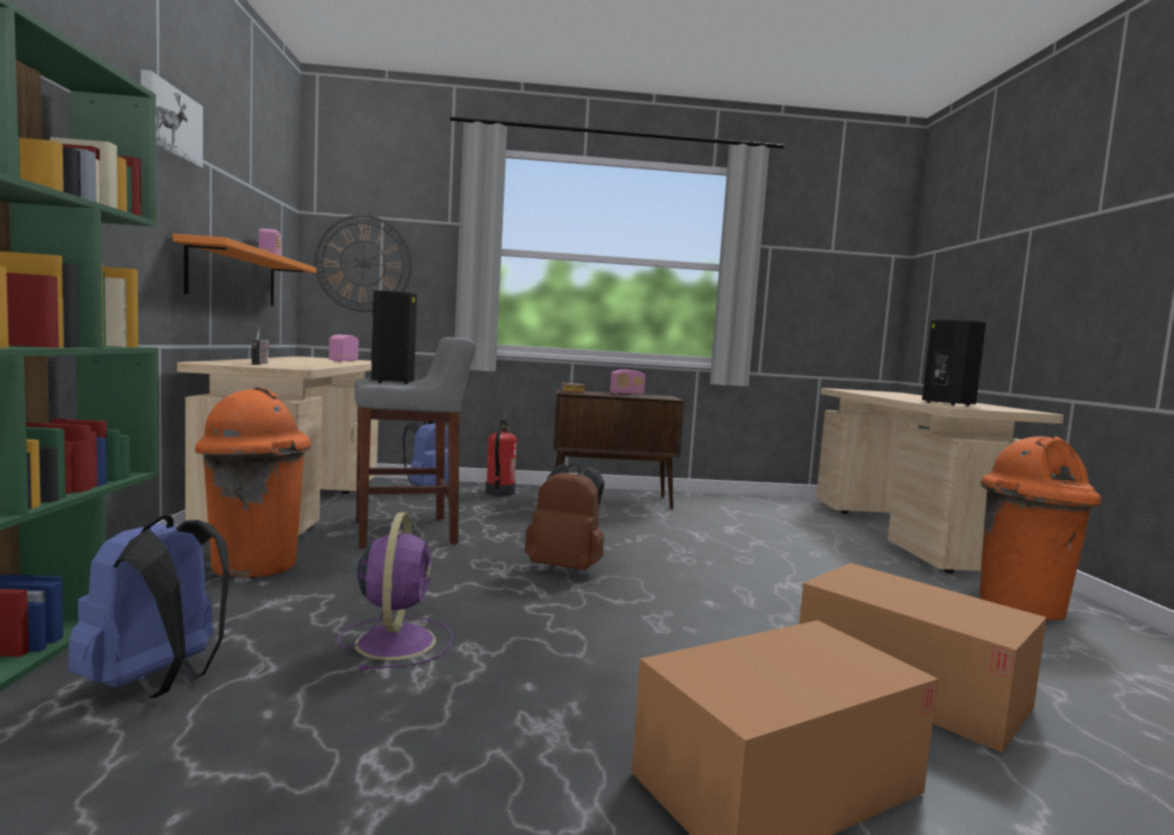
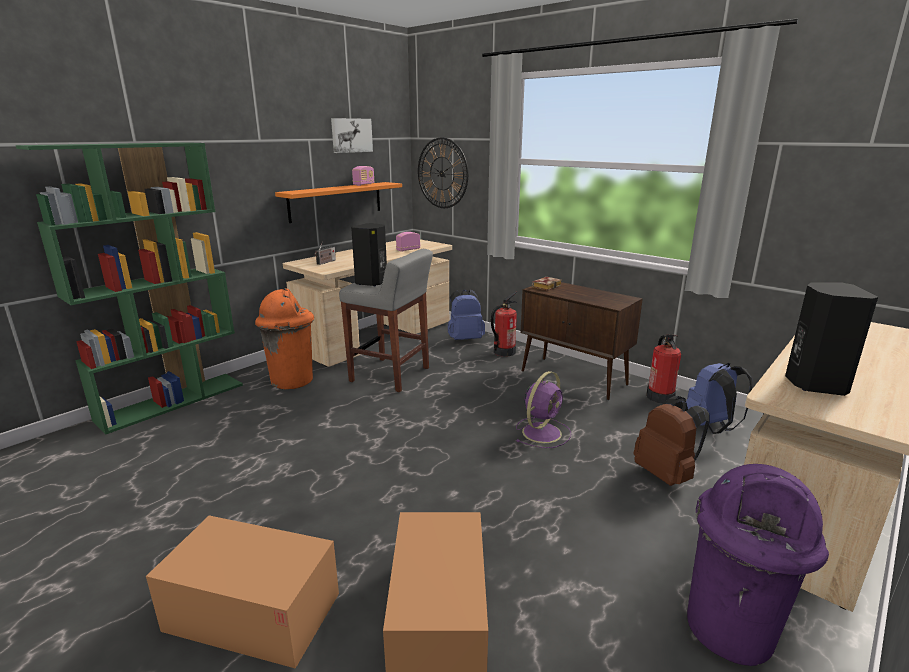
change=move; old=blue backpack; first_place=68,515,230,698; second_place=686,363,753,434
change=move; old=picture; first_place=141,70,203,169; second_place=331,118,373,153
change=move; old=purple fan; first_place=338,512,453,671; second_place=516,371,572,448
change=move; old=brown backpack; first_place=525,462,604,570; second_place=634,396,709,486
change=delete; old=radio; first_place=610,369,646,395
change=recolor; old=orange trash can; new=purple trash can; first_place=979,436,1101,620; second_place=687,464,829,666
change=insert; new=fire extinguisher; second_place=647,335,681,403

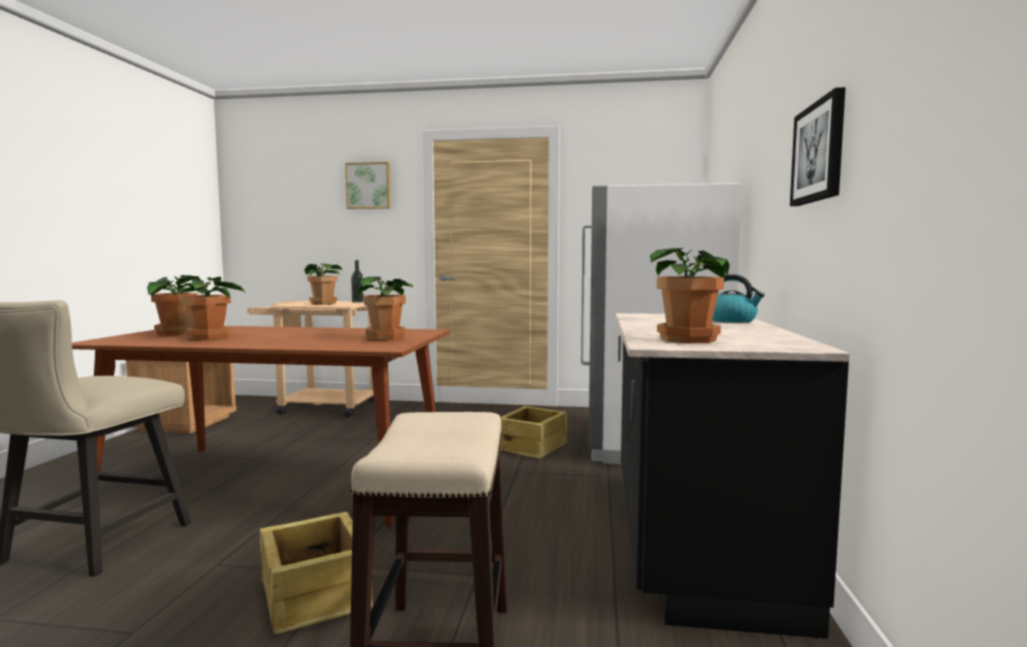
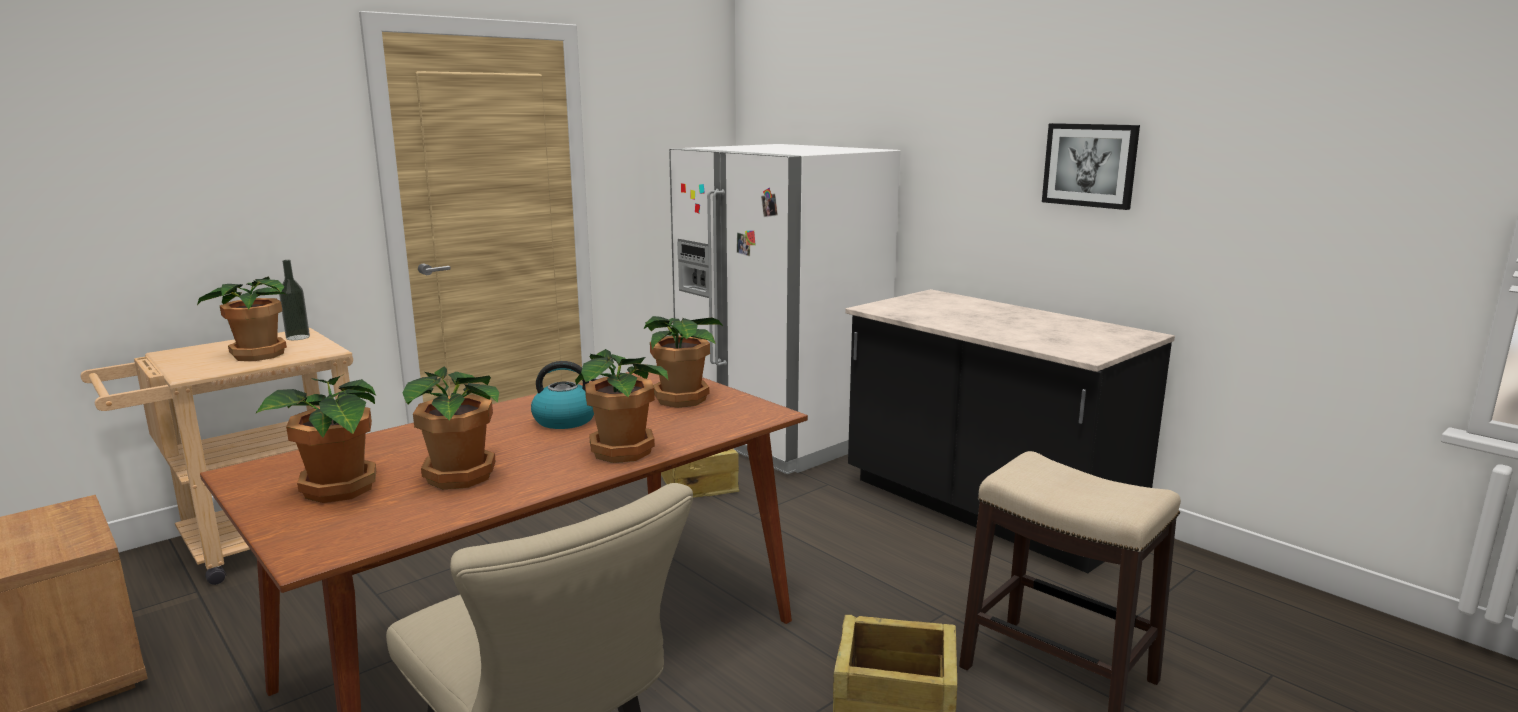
change=delete; old=picture; first_place=345,162,391,209
change=move; old=potted plant; first_place=650,248,730,344; second_place=575,349,668,463
change=move; old=kettle; first_place=712,274,765,323; second_place=531,361,598,429

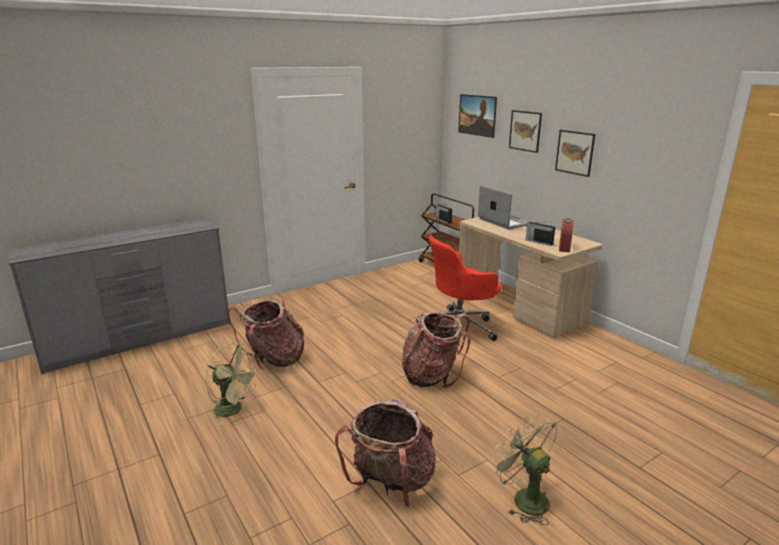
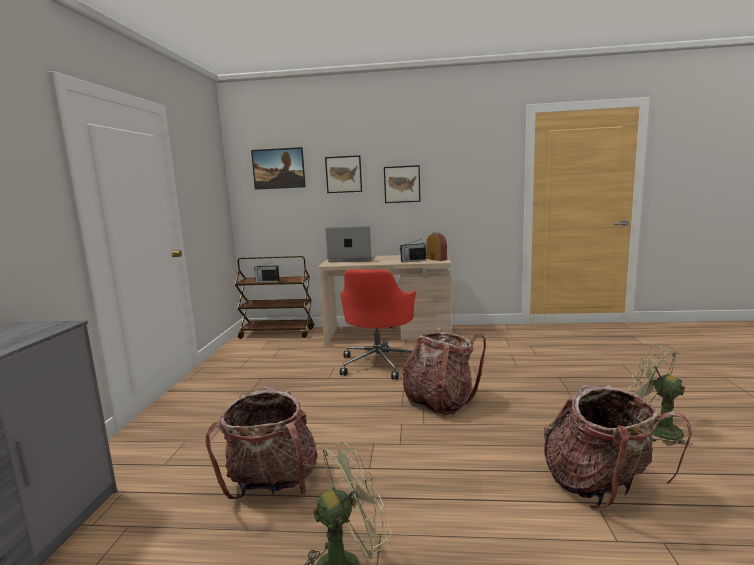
change=rotate; old=green fan; first_place=490,414,558,525; second_place=628,346,693,446; degrees=45

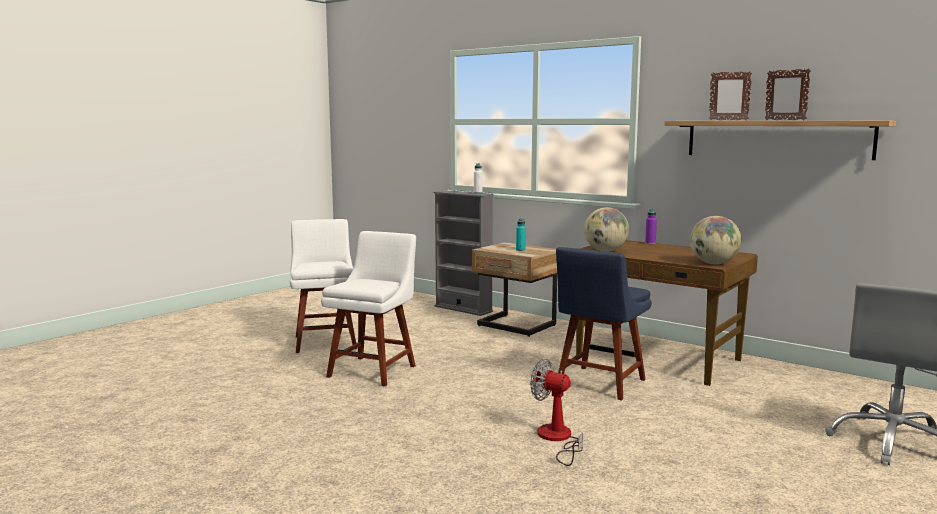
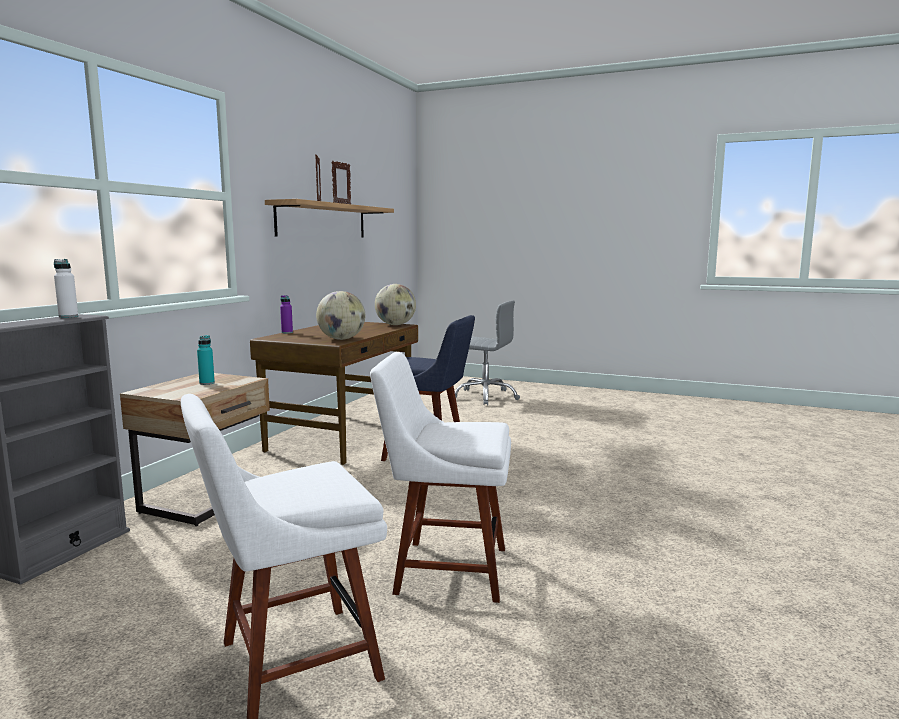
change=delete; old=fan; first_place=531,359,583,466

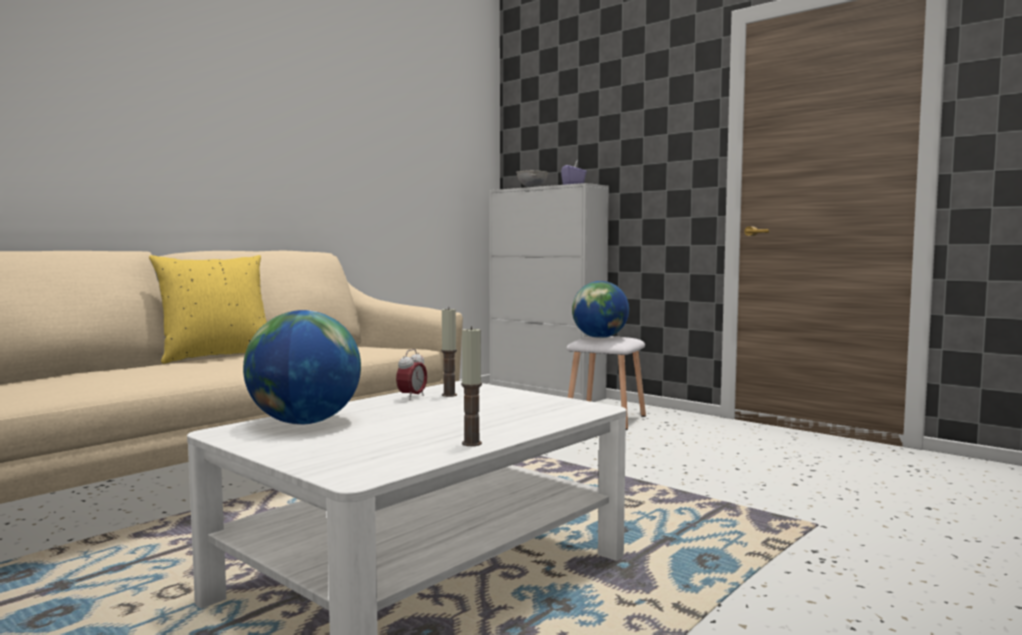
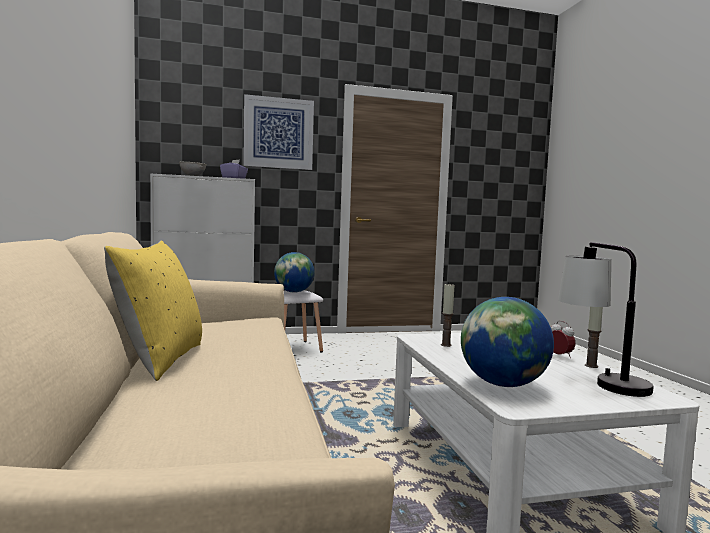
change=move; old=alarm clock; first_place=396,349,427,400; second_place=551,321,575,358
change=insert; new=picture; second_place=243,94,314,170
change=insert; new=table lamp; second_place=558,242,654,397

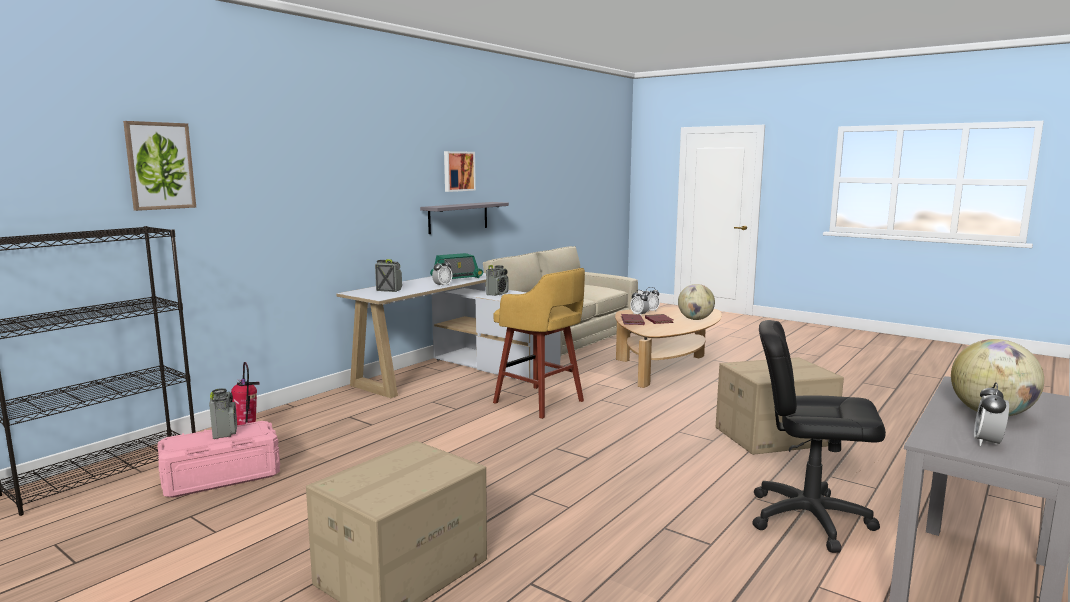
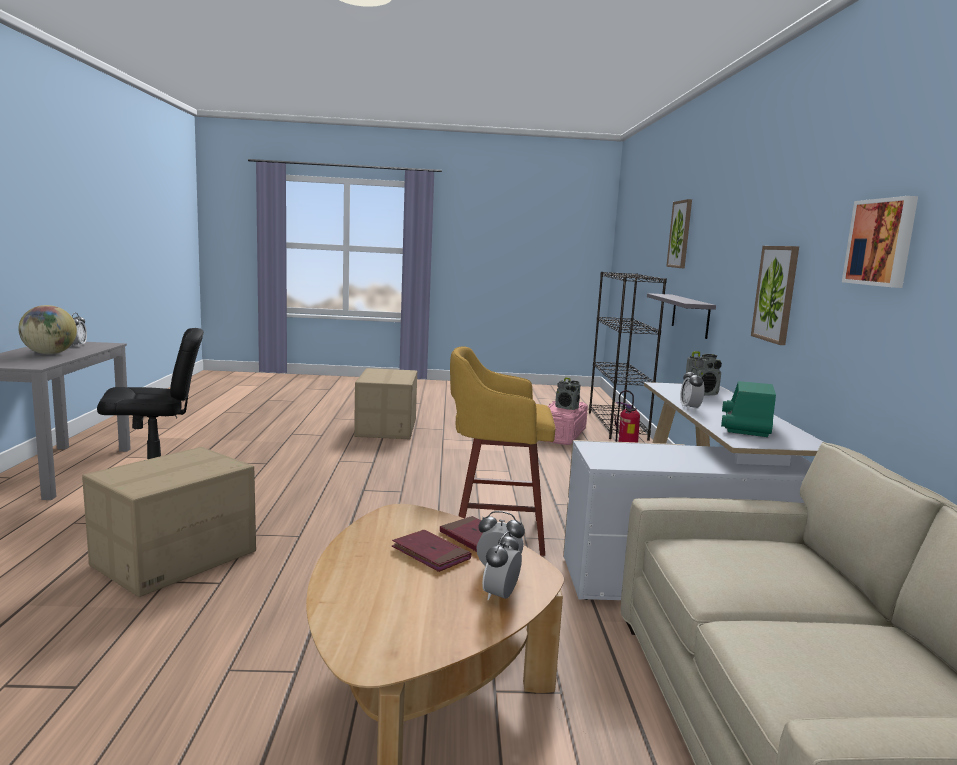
change=move; old=grey shelf; first_place=420,202,509,234; second_place=647,293,716,339
change=delete; old=radio; first_place=486,265,508,296
change=delete; old=globe; first_place=678,284,715,320
change=insert; new=picture; second_place=751,246,799,345

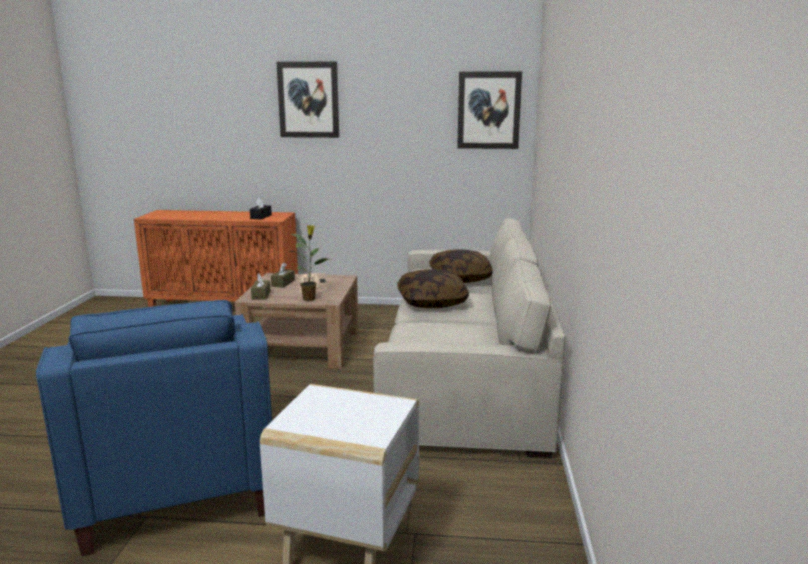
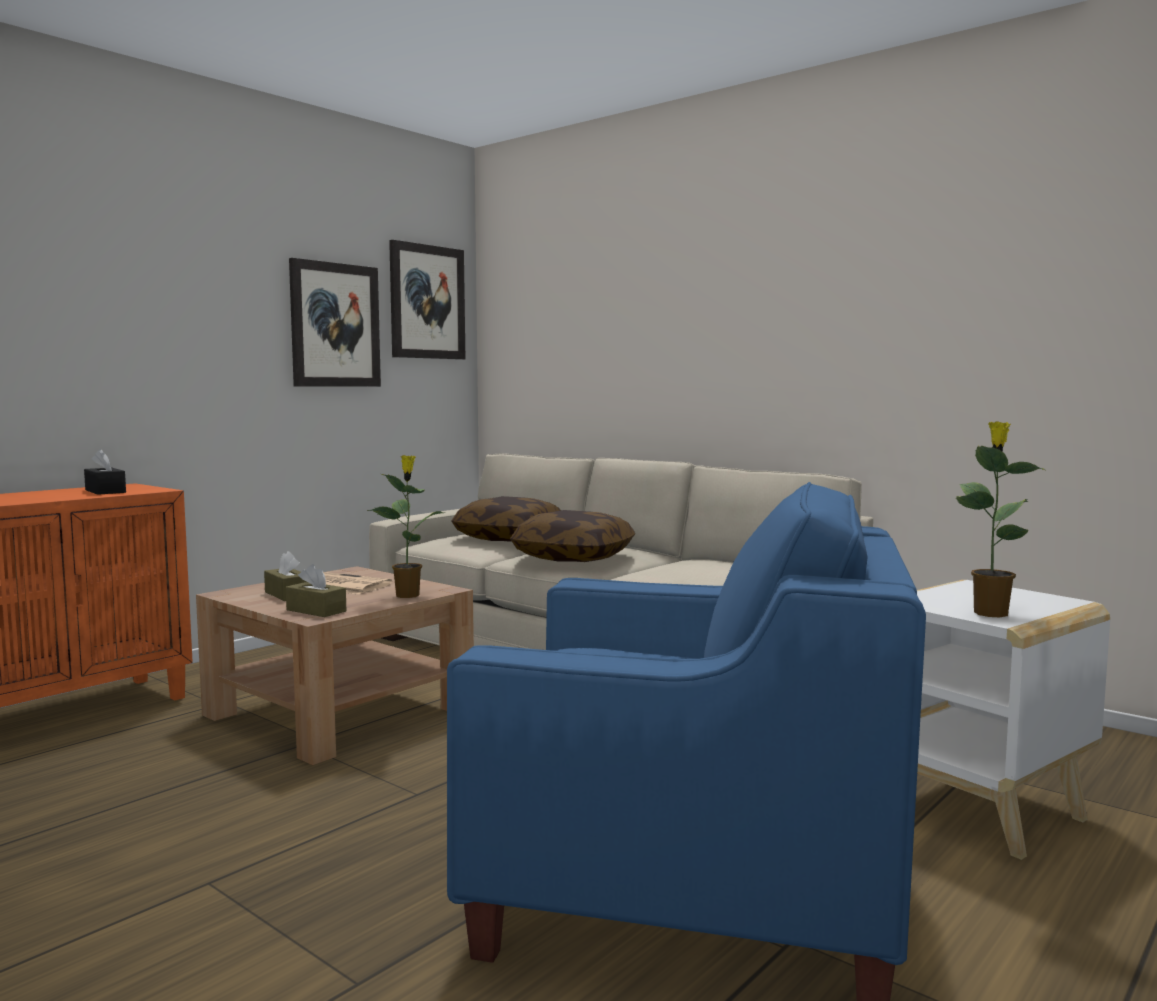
change=move; old=picture; first_place=276,62,339,138; second_place=289,258,381,387
change=insert; new=potted plant; second_place=956,421,1045,618

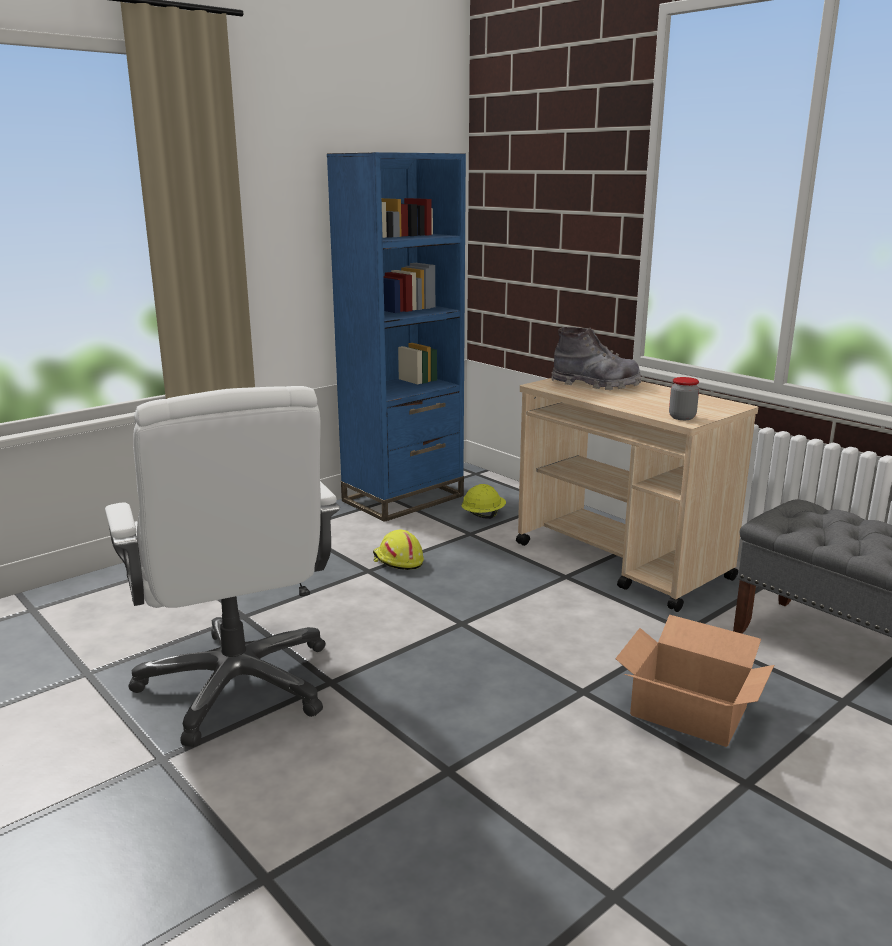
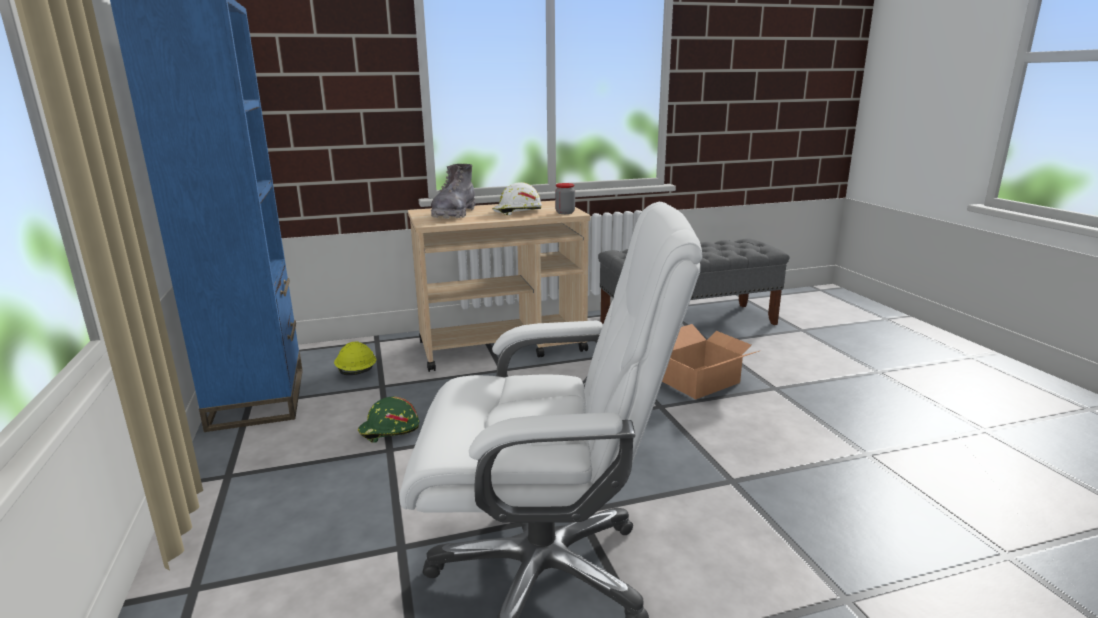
change=recolor; old=yellow hard hat; new=green hard hat; first_place=373,530,424,570; second_place=358,397,419,443
change=rotate; old=grey boot; first_place=551,327,641,390; second_place=431,164,475,219; degrees=150
change=insert; new=white hard hat; second_place=492,182,542,215

